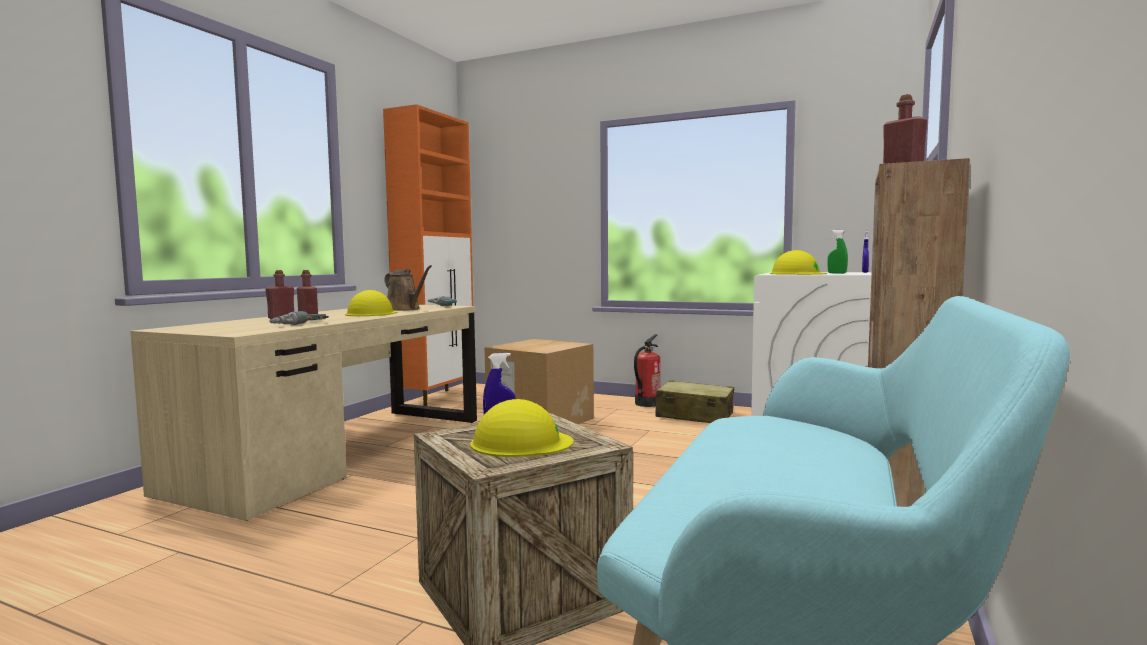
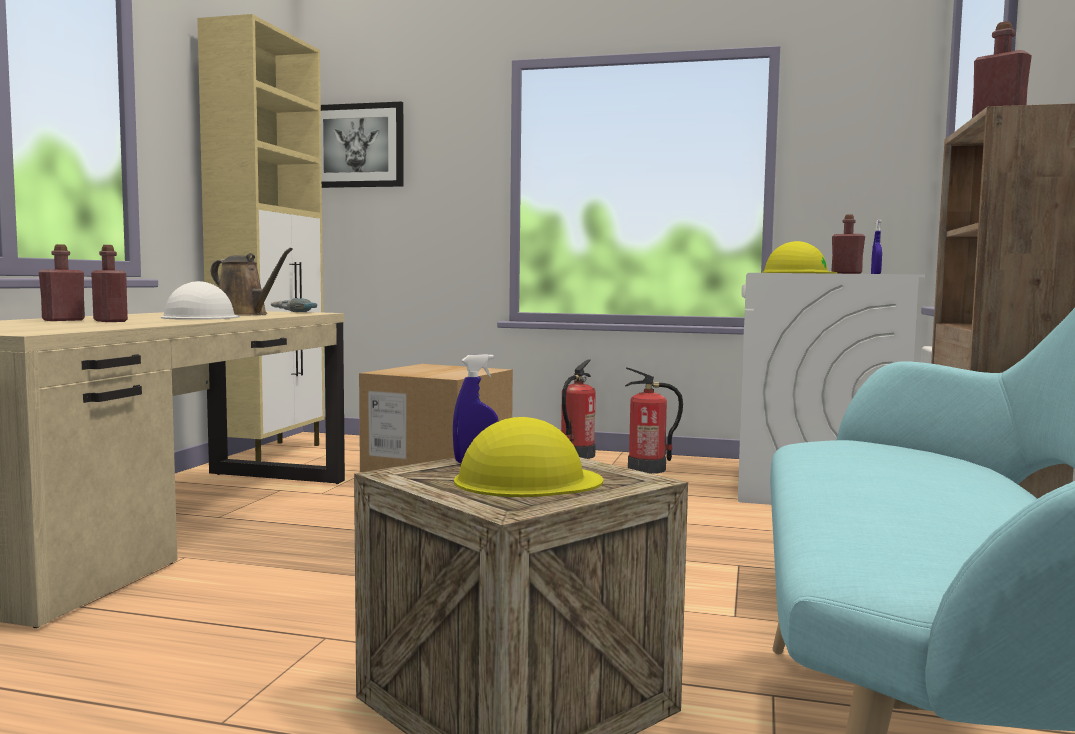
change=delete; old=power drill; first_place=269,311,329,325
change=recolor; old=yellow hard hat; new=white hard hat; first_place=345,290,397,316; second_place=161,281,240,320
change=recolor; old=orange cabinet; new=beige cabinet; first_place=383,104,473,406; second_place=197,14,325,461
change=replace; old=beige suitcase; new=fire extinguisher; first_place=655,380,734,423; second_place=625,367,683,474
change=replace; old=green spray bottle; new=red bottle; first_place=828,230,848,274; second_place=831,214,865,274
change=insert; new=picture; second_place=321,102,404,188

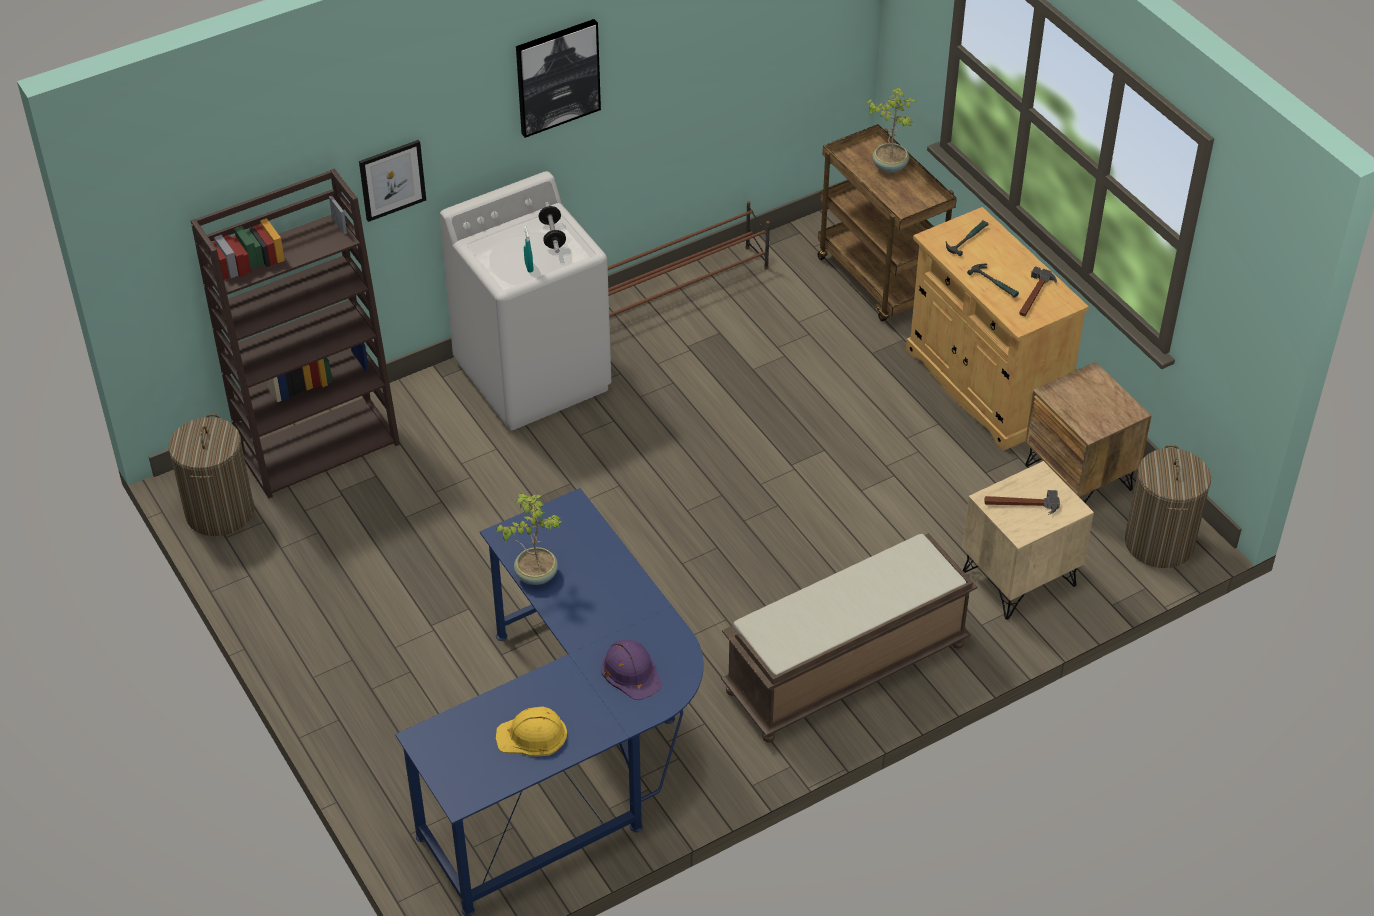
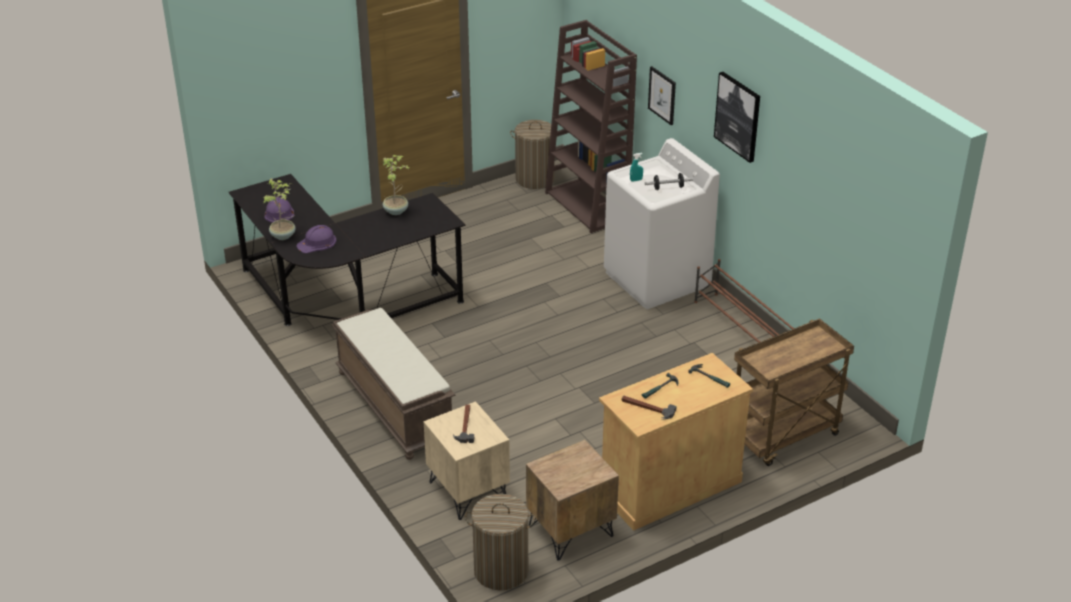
change=recolor; old=blue desk; new=black desk; first_place=395,488,703,916; second_place=229,174,465,326
change=recolor; old=yellow hard hat; new=purple hard hat; first_place=496,707,567,756; second_place=264,197,294,223
change=move; old=potted plant; first_place=866,88,916,173; second_place=262,178,296,240

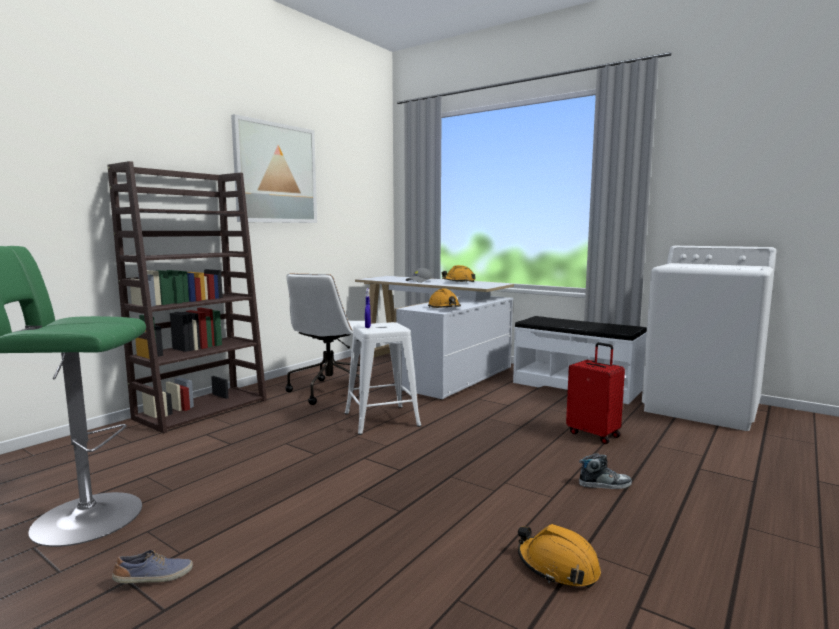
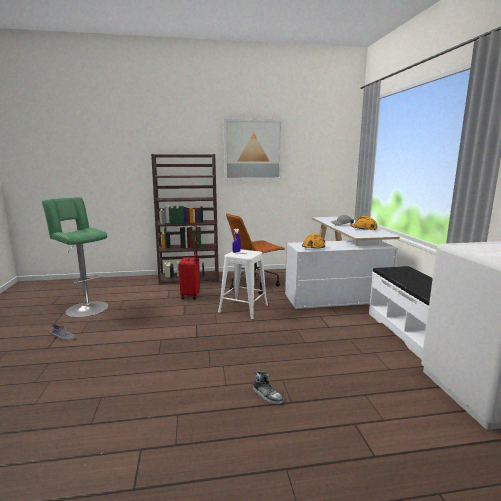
change=recolor; old=white office chair; new=brown office chair; first_place=285,273,365,405; second_place=226,213,285,295
change=delete; old=orange hard hat; first_place=518,524,601,588
change=move; old=red suitcase; first_place=566,342,625,444; second_place=179,249,200,299

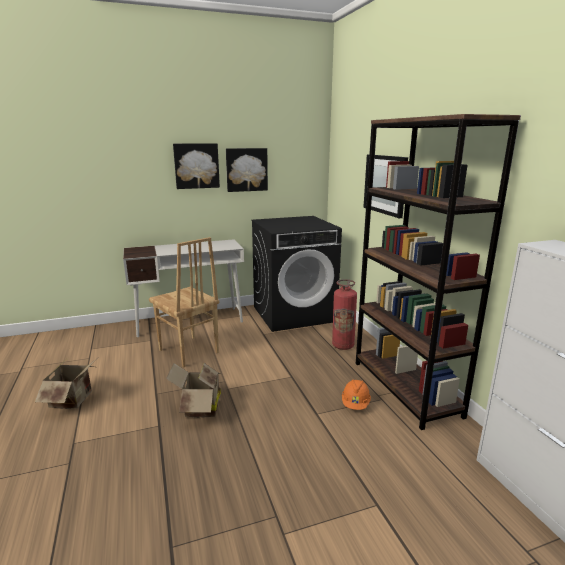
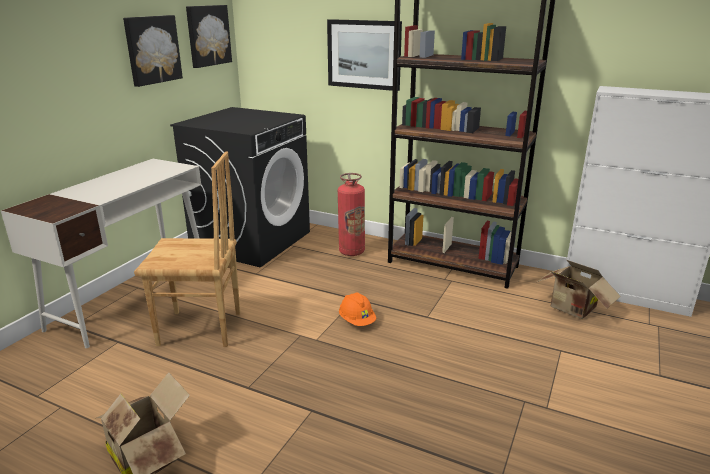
change=move; old=cardboard box; first_place=166,363,221,418; second_place=537,260,621,319
change=move; old=picture; first_place=173,143,220,189; second_place=186,5,232,68
change=move; old=orange hard hat; first_place=342,379,371,410; second_place=339,292,376,326

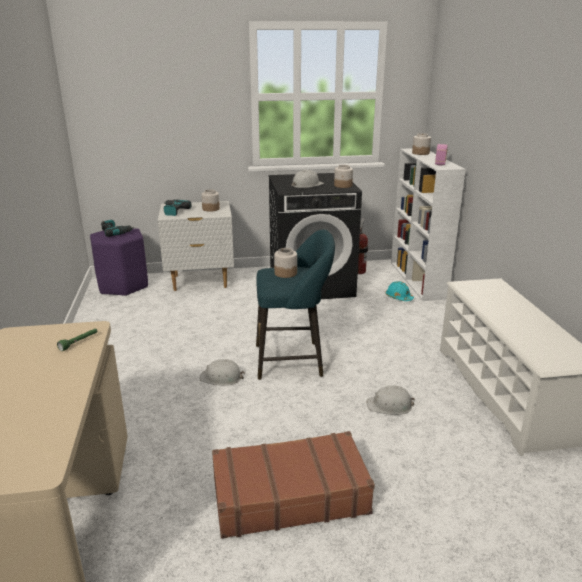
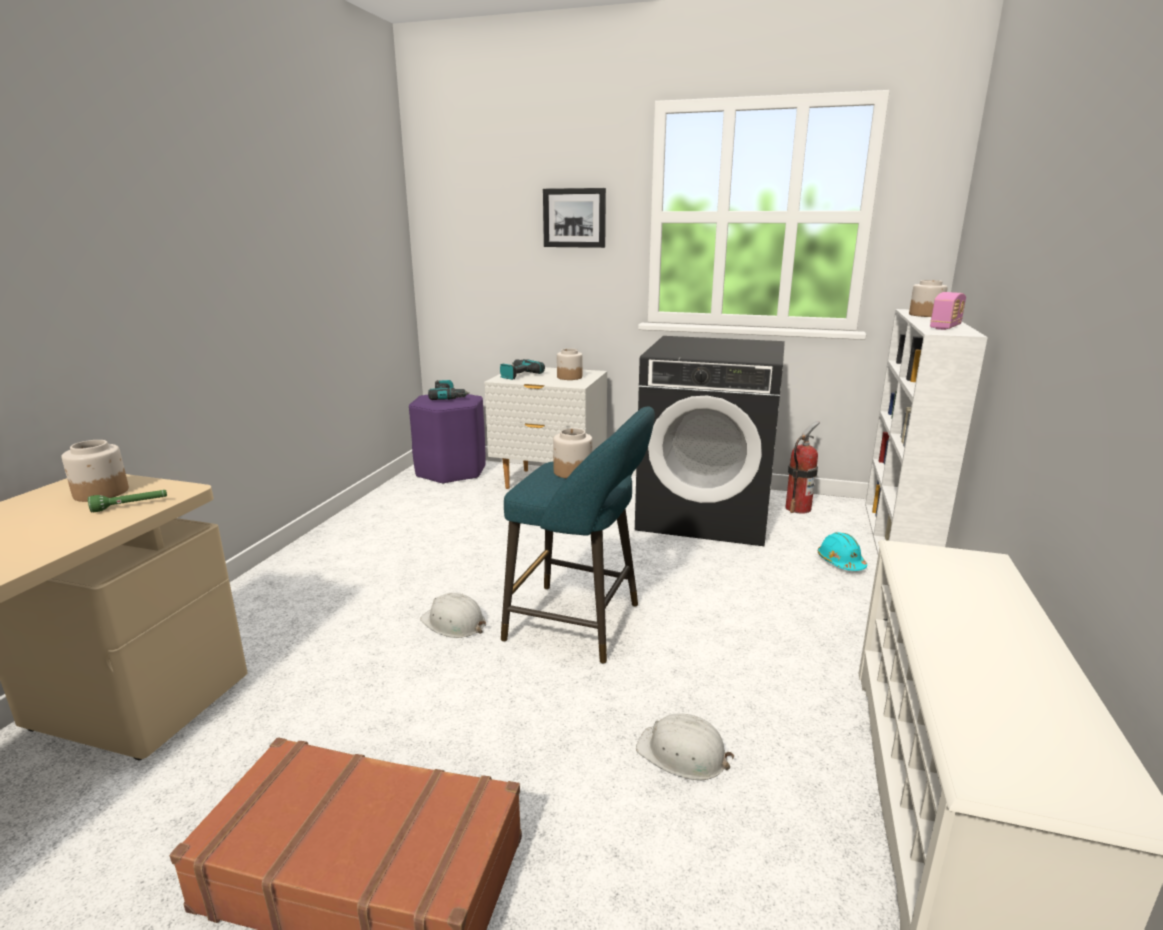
change=delete; old=white hard hat; first_place=292,170,324,188
change=move; old=jar; first_place=334,165,353,188; second_place=62,440,129,502
change=insert; new=picture; second_place=543,188,606,248

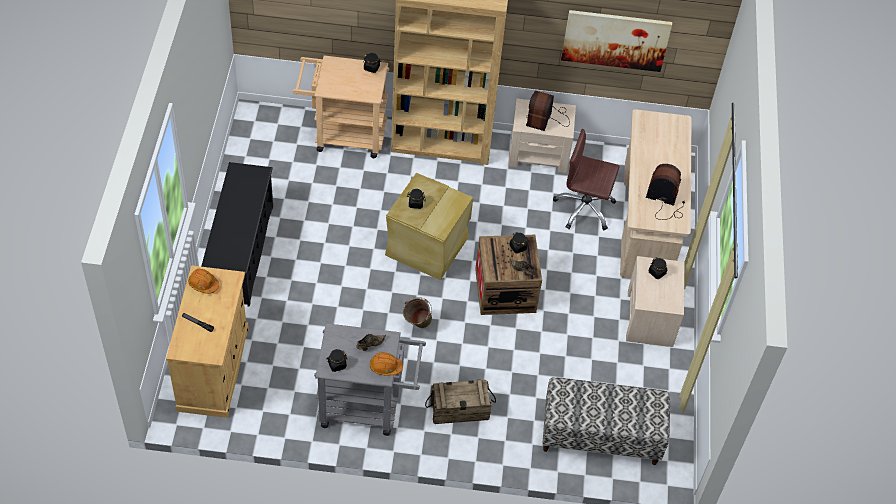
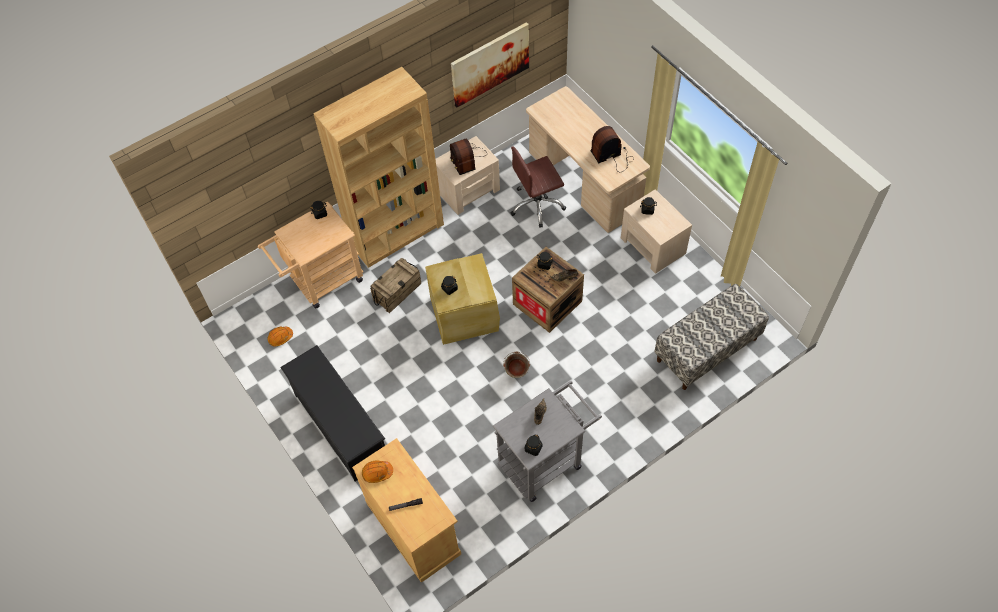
change=move; old=orange hard hat; first_place=370,352,403,375; second_place=267,327,293,347
change=move; old=crate; first_place=425,380,496,424; second_place=370,258,421,313

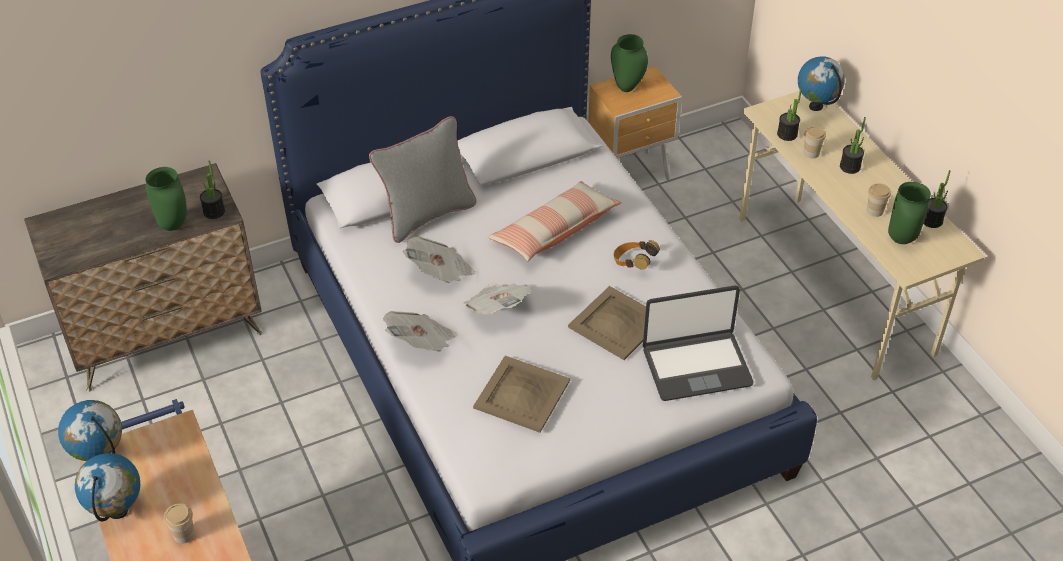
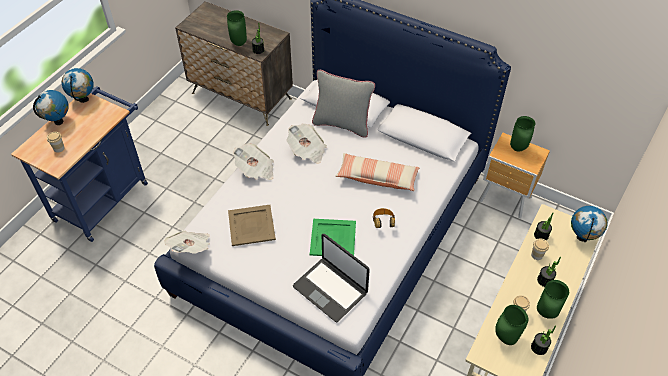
change=move; old=newspaper; first_place=464,283,532,314; second_place=164,231,210,254
change=recolor; old=beige tray; new=green tray; first_place=568,286,646,360; second_place=310,219,356,256
change=insert; new=green vase; second_place=537,280,569,319

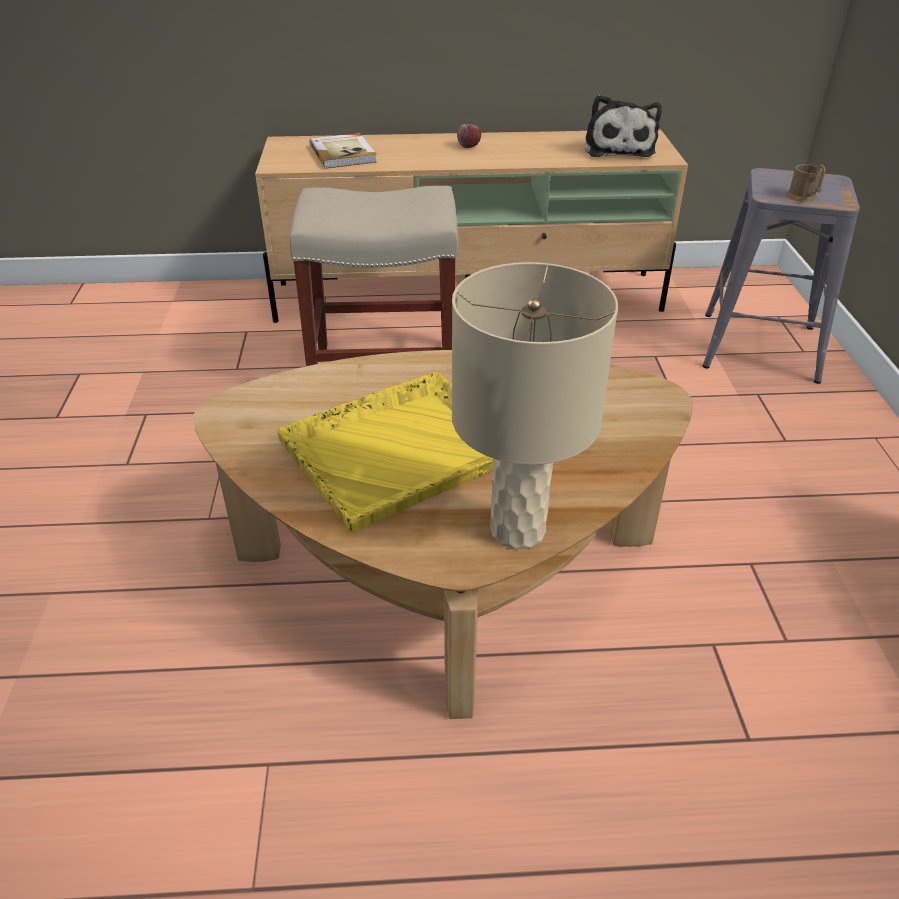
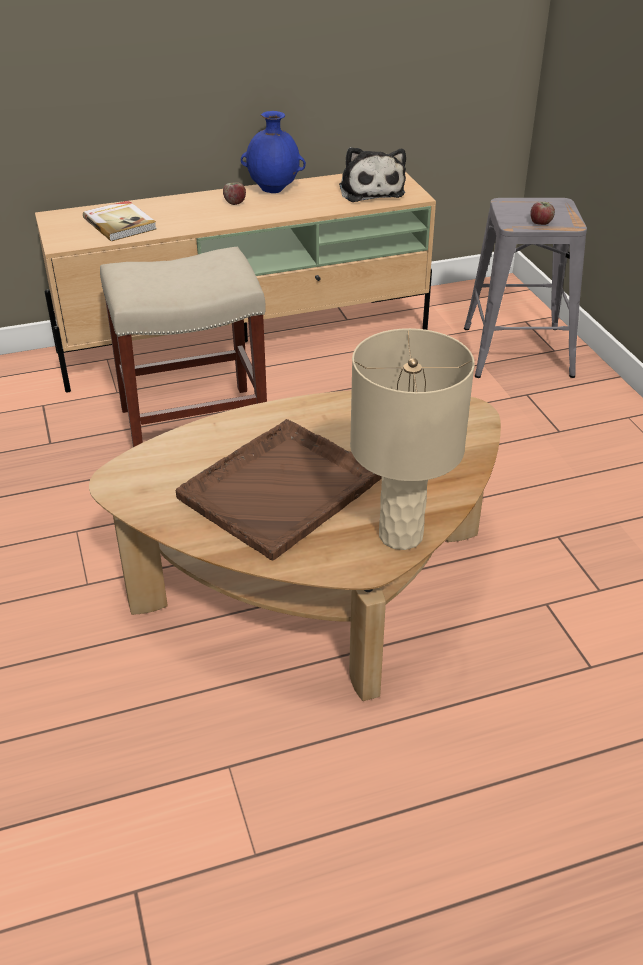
change=recolor; old=yellow tray; new=brown tray; first_place=278,371,493,532; second_place=176,419,382,560
change=replace; old=brown mug; new=apple; first_place=785,164,826,202; second_place=530,201,555,225
change=insert; new=blue vase; second_place=241,111,306,193

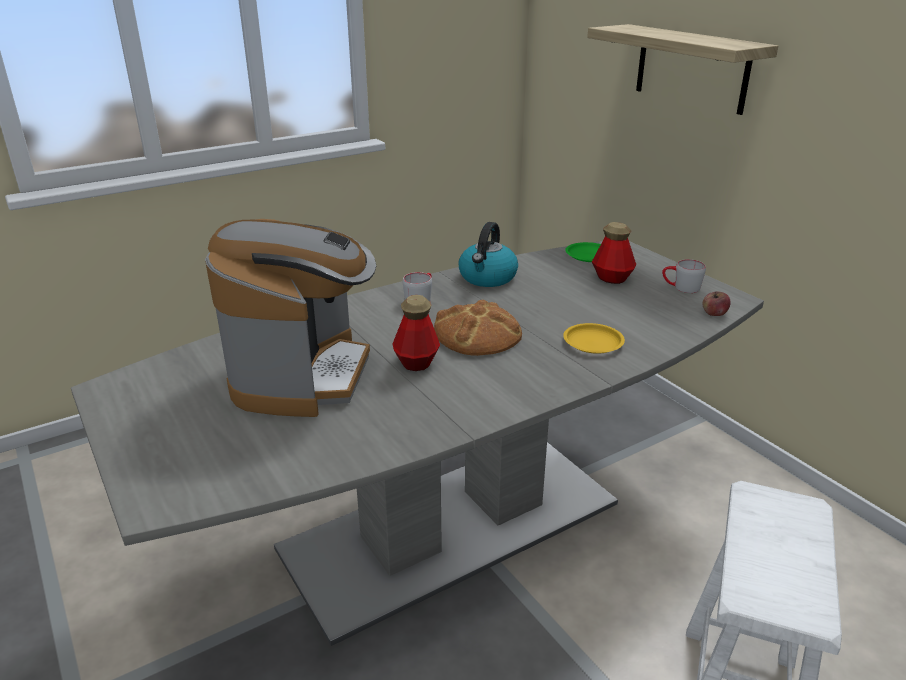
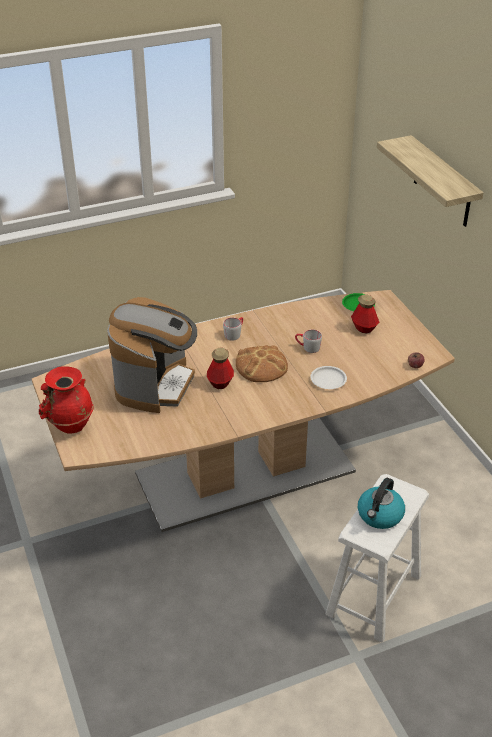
change=recolor; old=grey dining table; new=brown dining table; first_place=71,241,764,646; second_place=32,290,455,532
change=move; old=kettle; first_place=458,222,518,287; second_place=358,478,405,529
change=recolor; old=yellow plate; new=white plate; first_place=563,323,625,354; second_place=310,366,347,389
change=move; old=grey mug; first_place=662,259,706,293; second_place=295,329,322,353
change=insert; new=red vase; second_place=39,366,94,434

